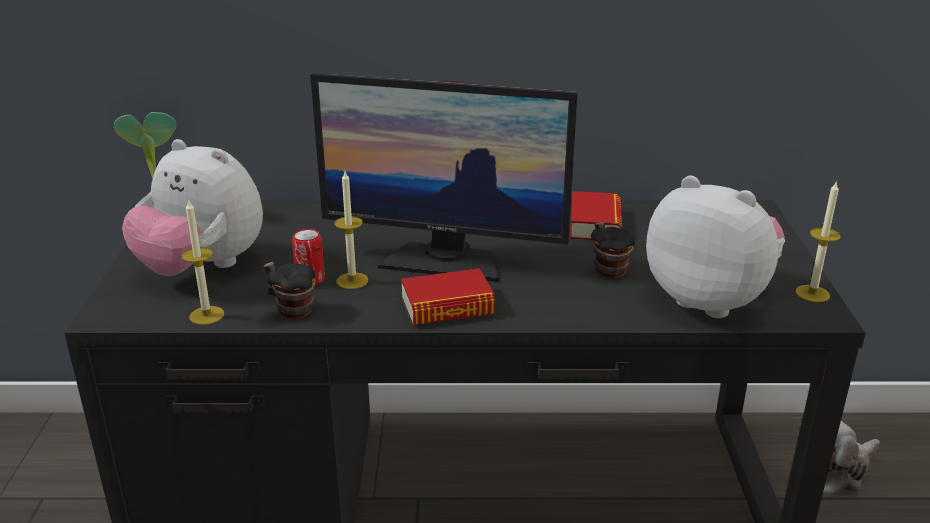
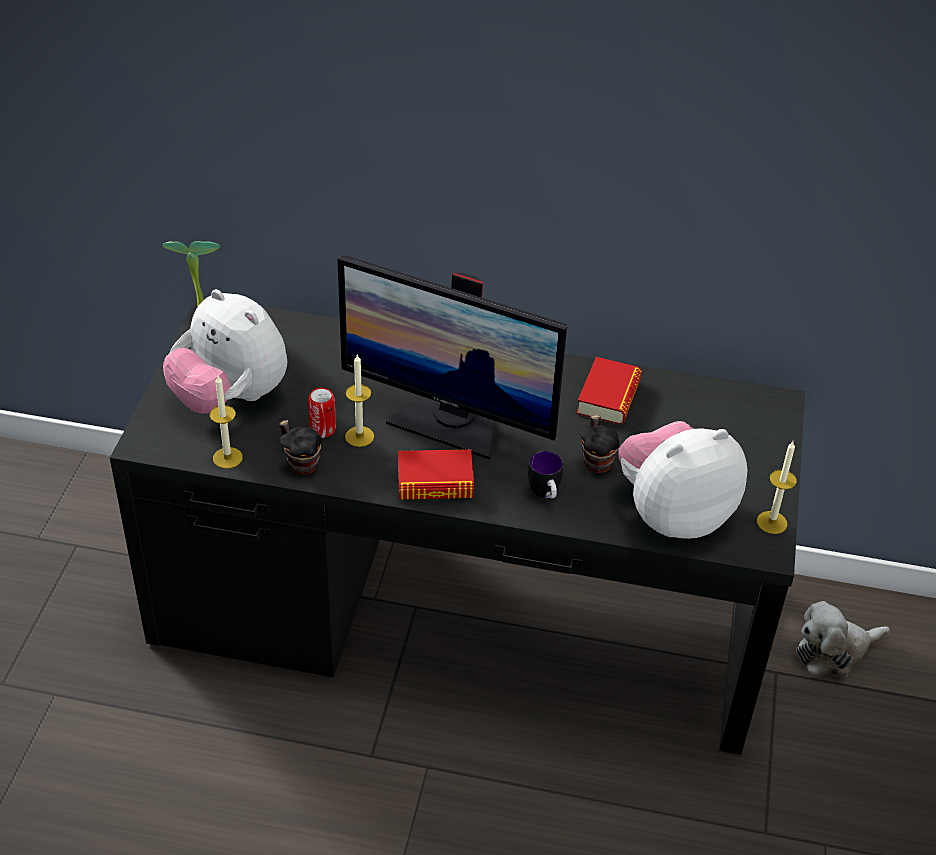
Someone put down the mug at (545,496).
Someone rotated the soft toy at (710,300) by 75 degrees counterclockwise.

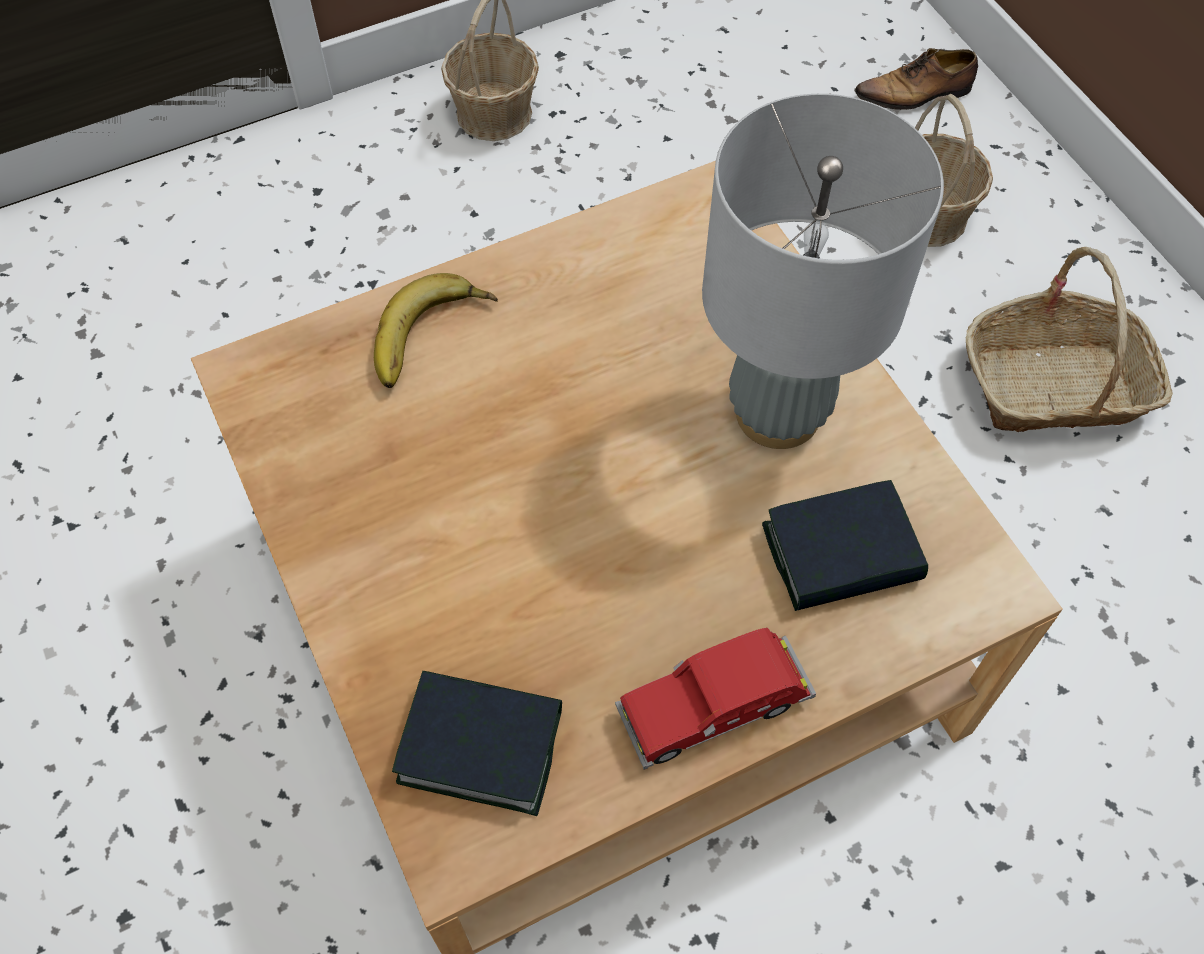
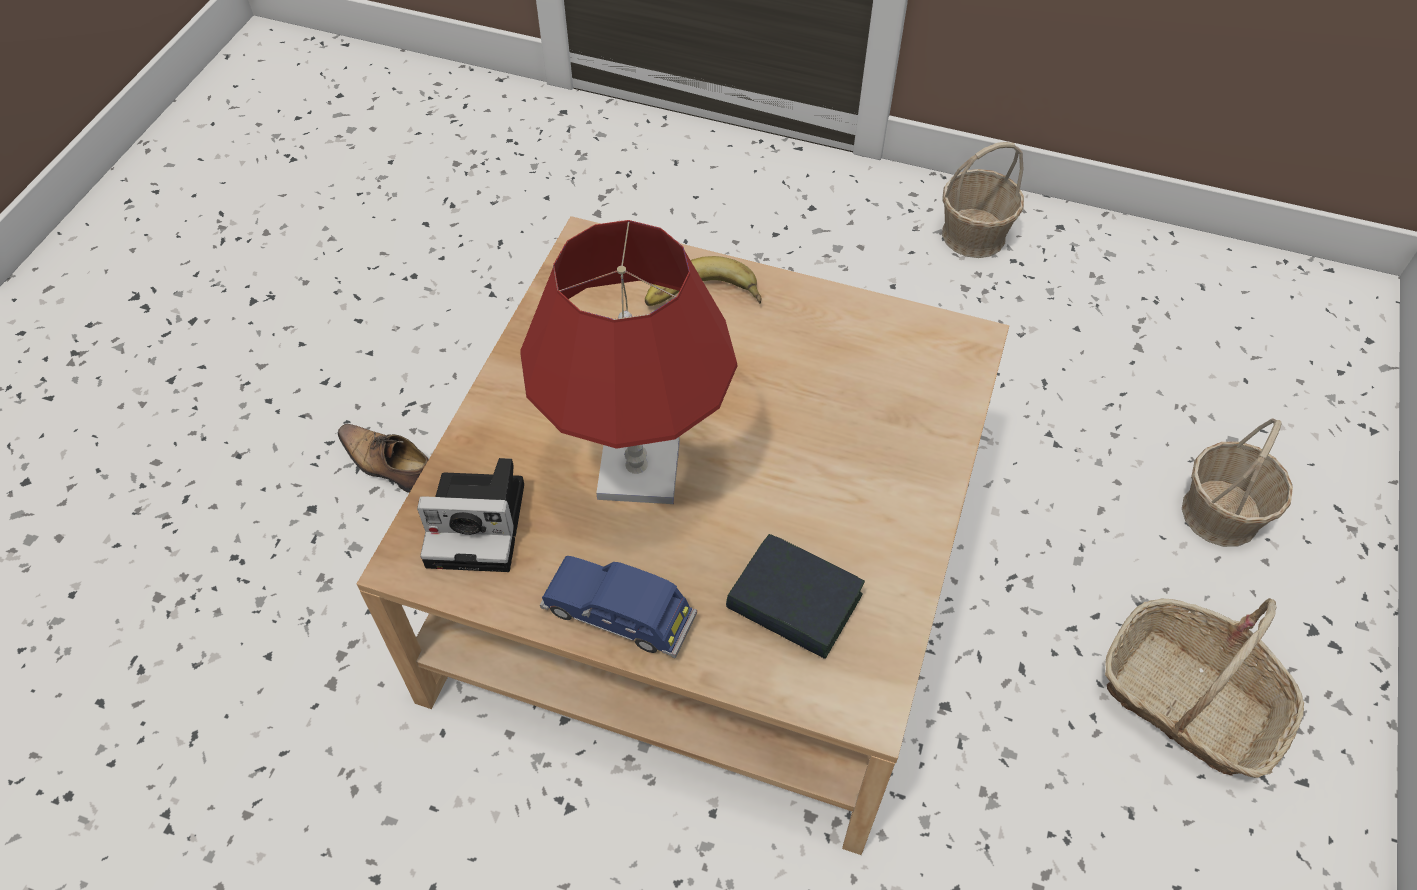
Someone carried the shoe from (916,94) to (390,466).
Someone swapped the volume at (480,745) for the still camera at (481,523).
Someone put down the lamp for a table (red) at (637,470).
Someone repainted the model car (red) at (714,707), which became the model car (bluish) at (619,616).
Someone took away the lamp for a table (gray) at (778,413).

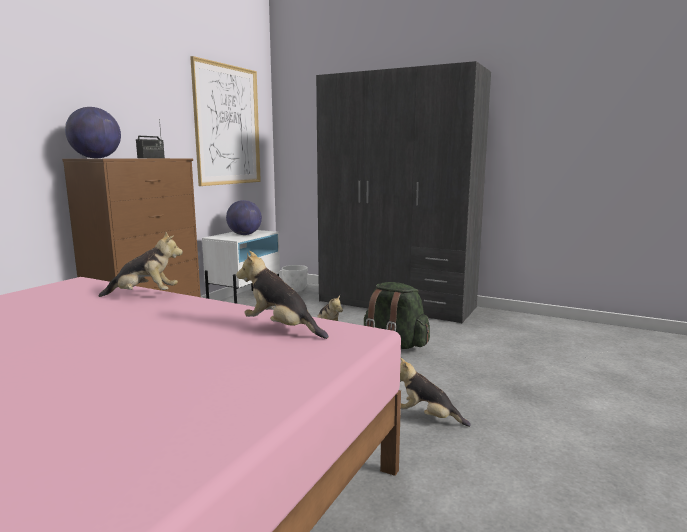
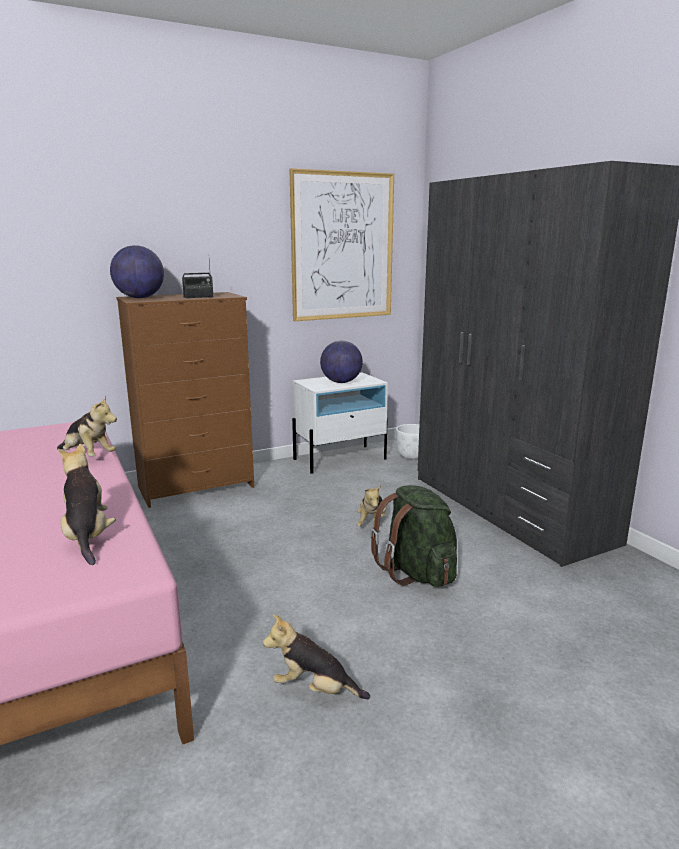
Someone rotated the soft toy at (427,417) by 45 degrees counterclockwise.

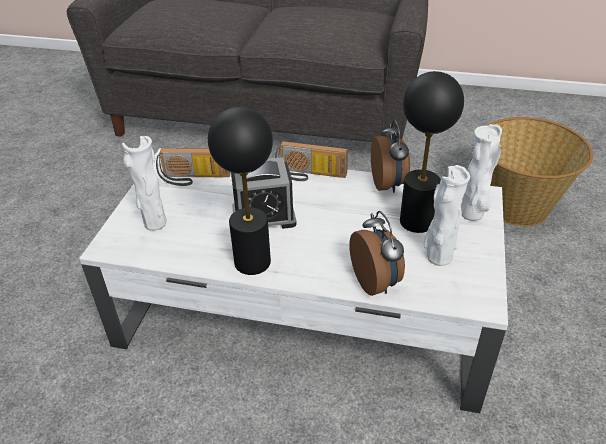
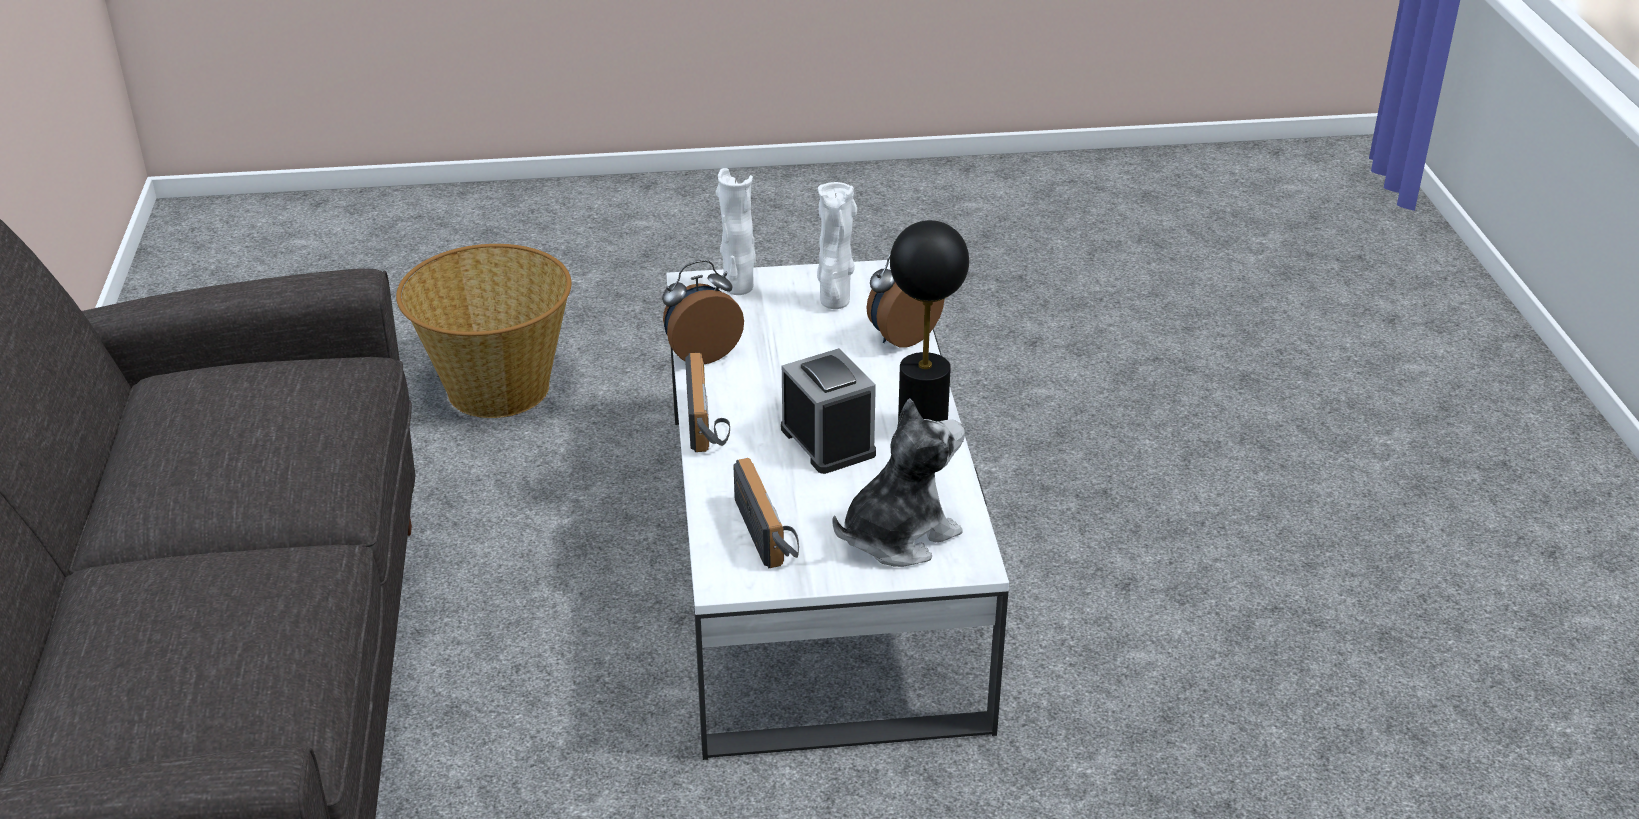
Someone swapped the vase (white-coloured) at (154,223) for the soft toy at (898,536).
Someone took away the lamp for a table (blackish) at (416,221).

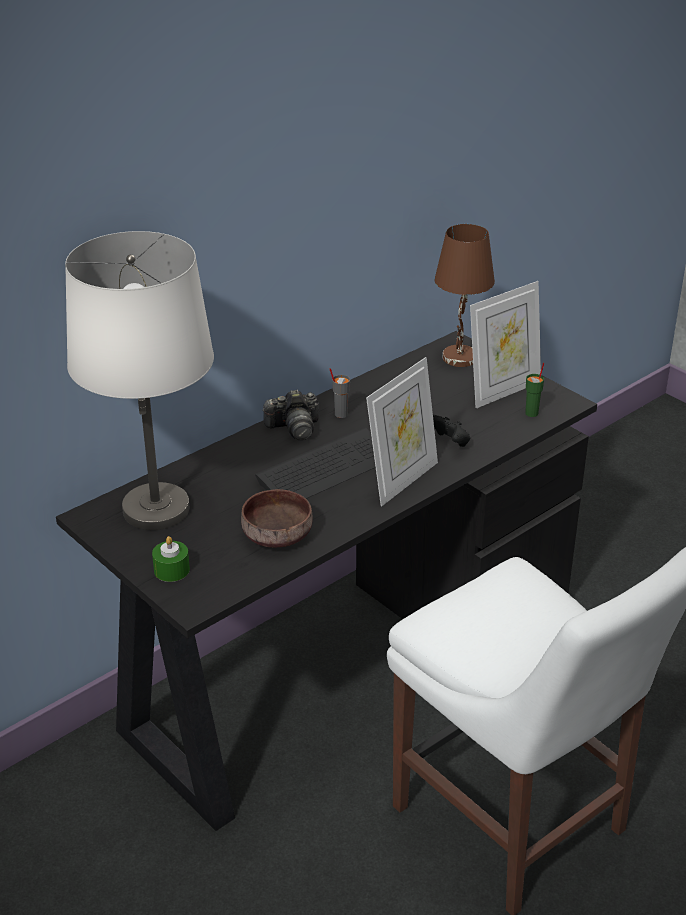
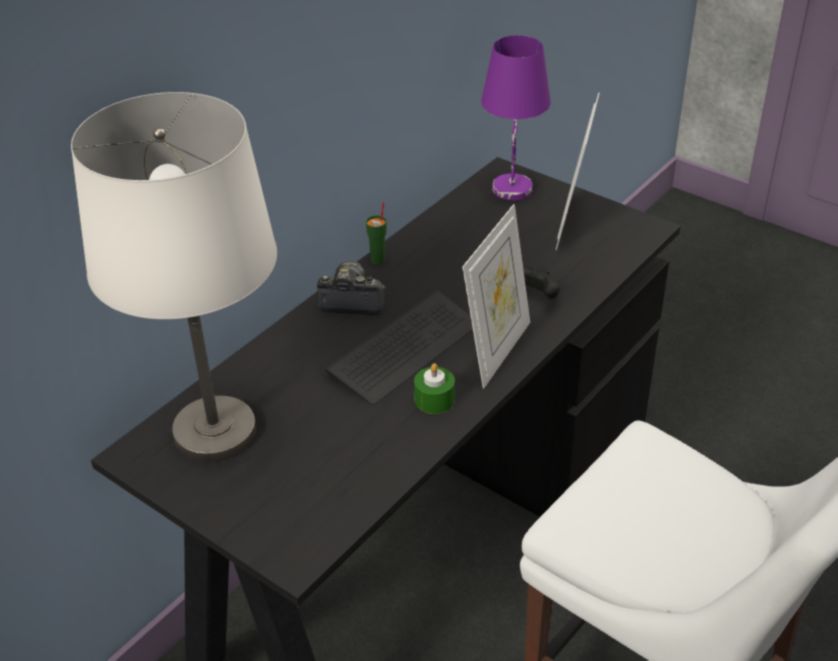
Someone rotated the still camera at (294,428) by 150 degrees counterclockwise.
Someone carried the drinking cup (green-coloured) from (532,413) to (378,260).
Someone carried the wax light (green-coloured) from (171,570) to (434,399).
Someone repainted the lamp for a table (brown-coloured) at (460,358), which became the lamp for a table (purplish) at (513,189).
Someone rotated the photo frame at (503,391) by 150 degrees clockwise.
Someone took away the serving bowl (brown-coloured) at (277,534).
Someone took away the drinking cup (gray) at (340,414).

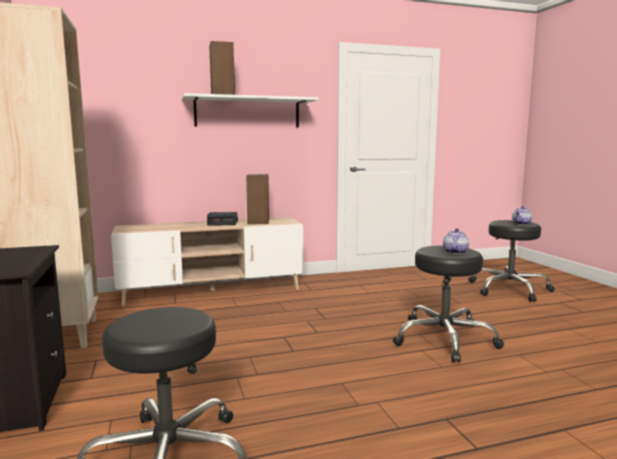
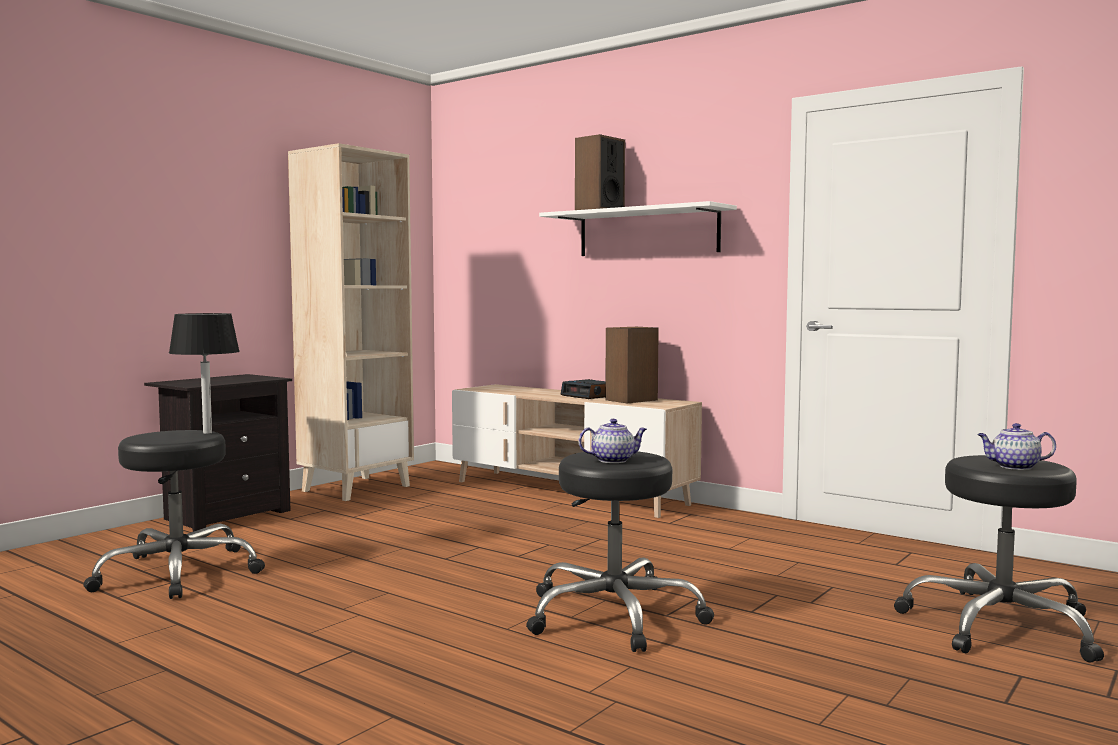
Someone put down the lamp for a table (blackish) at (207,433).

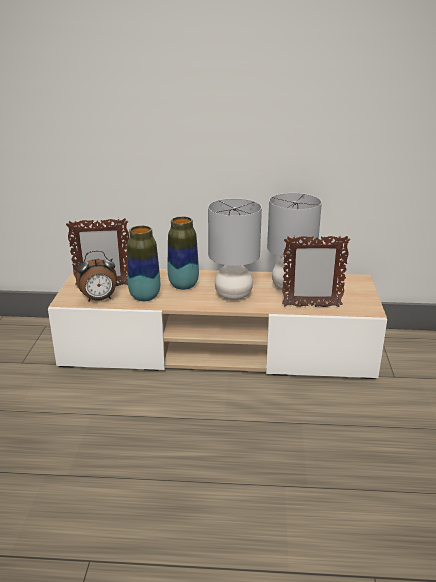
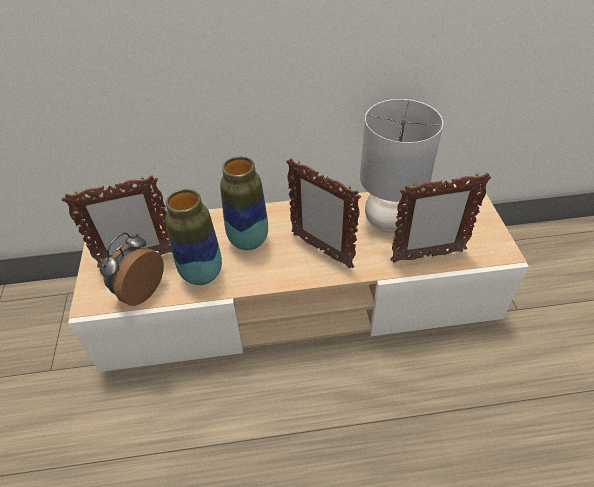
Someone rotated the alarm clock at (99,299) by 150 degrees clockwise.
Someone swapped the lamp for a table (gray) at (234,295) for the photo frame at (321,250).

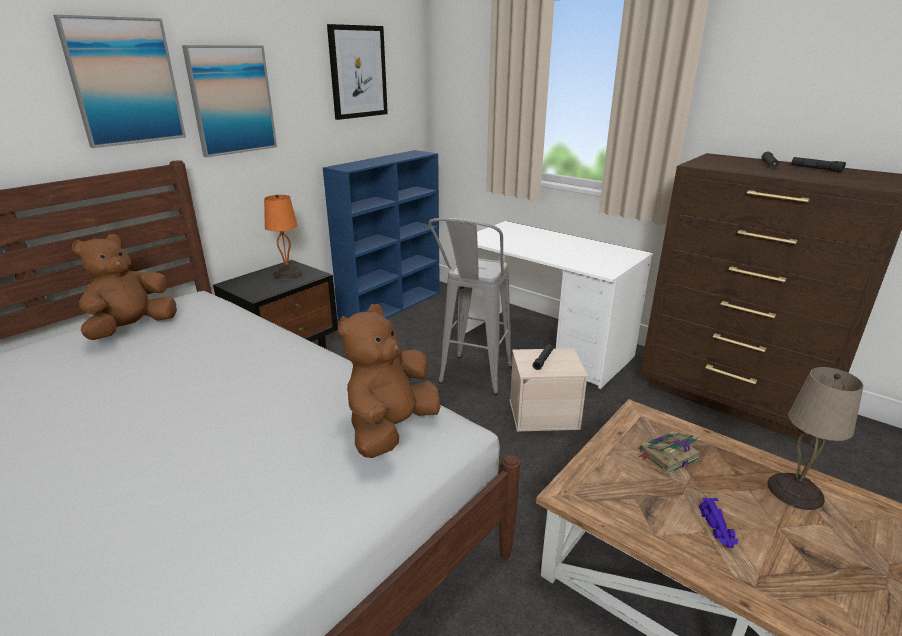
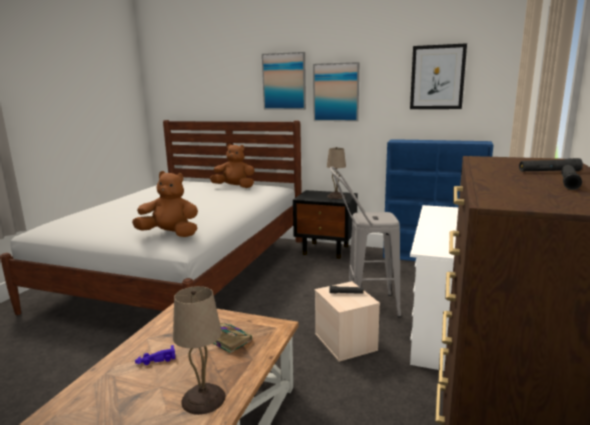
Someone repainted the lamp for a table (orange-coloured) at (287,273), which became the lamp for a table (beige-coloured) at (336,196).

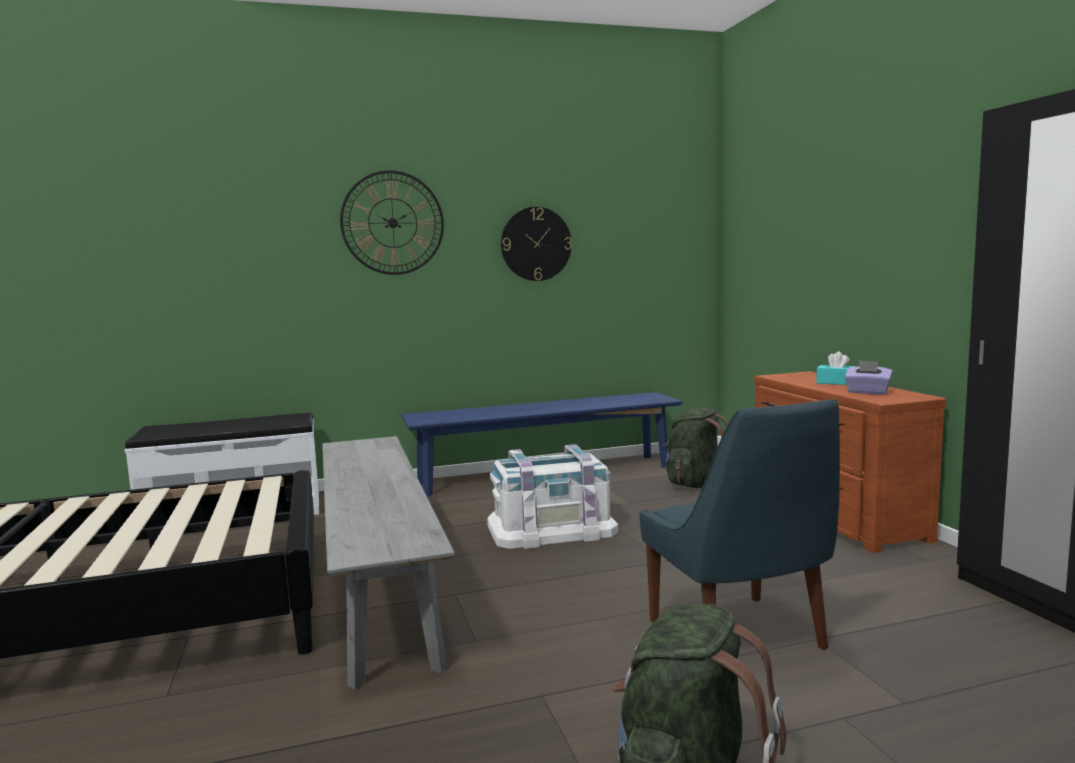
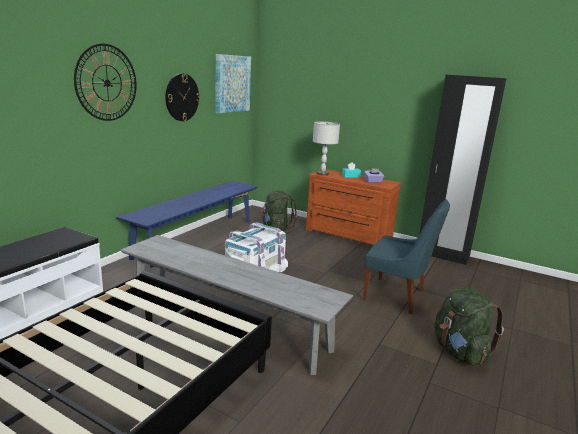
Someone put up the wall art at (232,83).
Someone put down the lamp for a table (gray) at (322,174).

